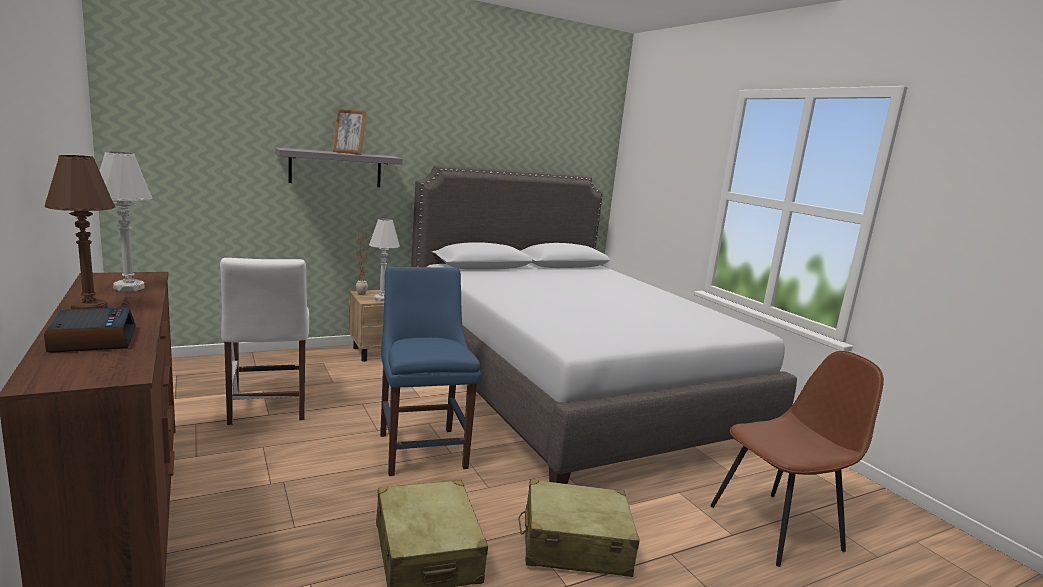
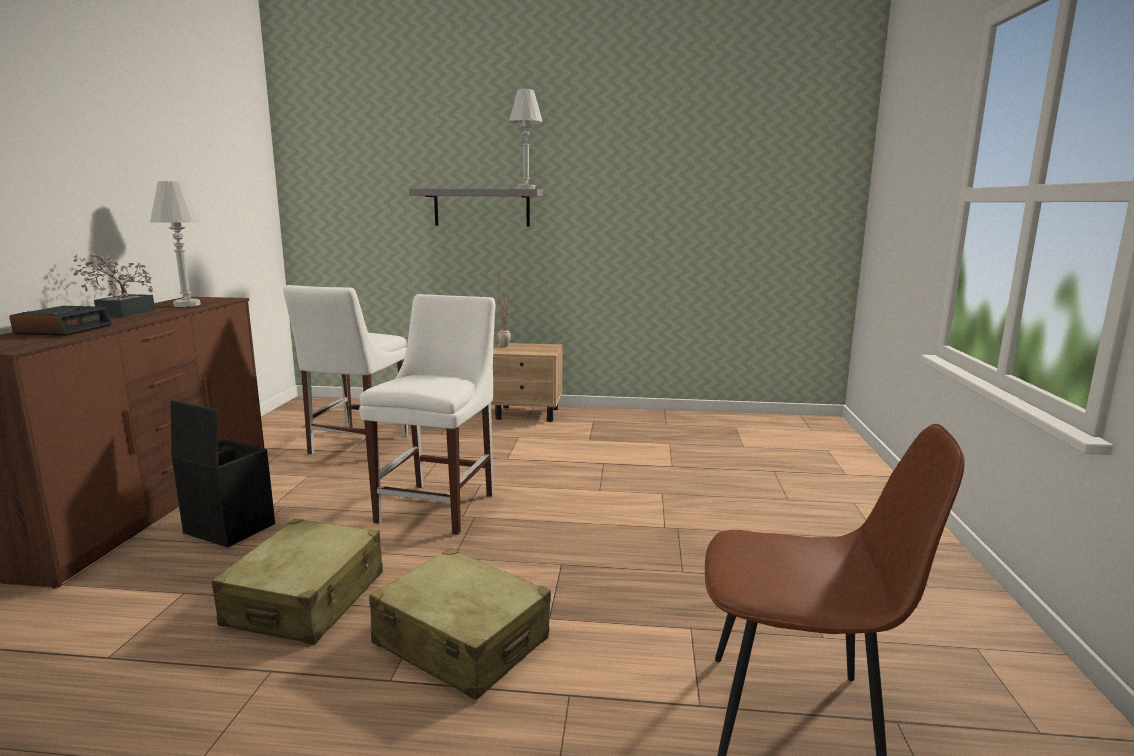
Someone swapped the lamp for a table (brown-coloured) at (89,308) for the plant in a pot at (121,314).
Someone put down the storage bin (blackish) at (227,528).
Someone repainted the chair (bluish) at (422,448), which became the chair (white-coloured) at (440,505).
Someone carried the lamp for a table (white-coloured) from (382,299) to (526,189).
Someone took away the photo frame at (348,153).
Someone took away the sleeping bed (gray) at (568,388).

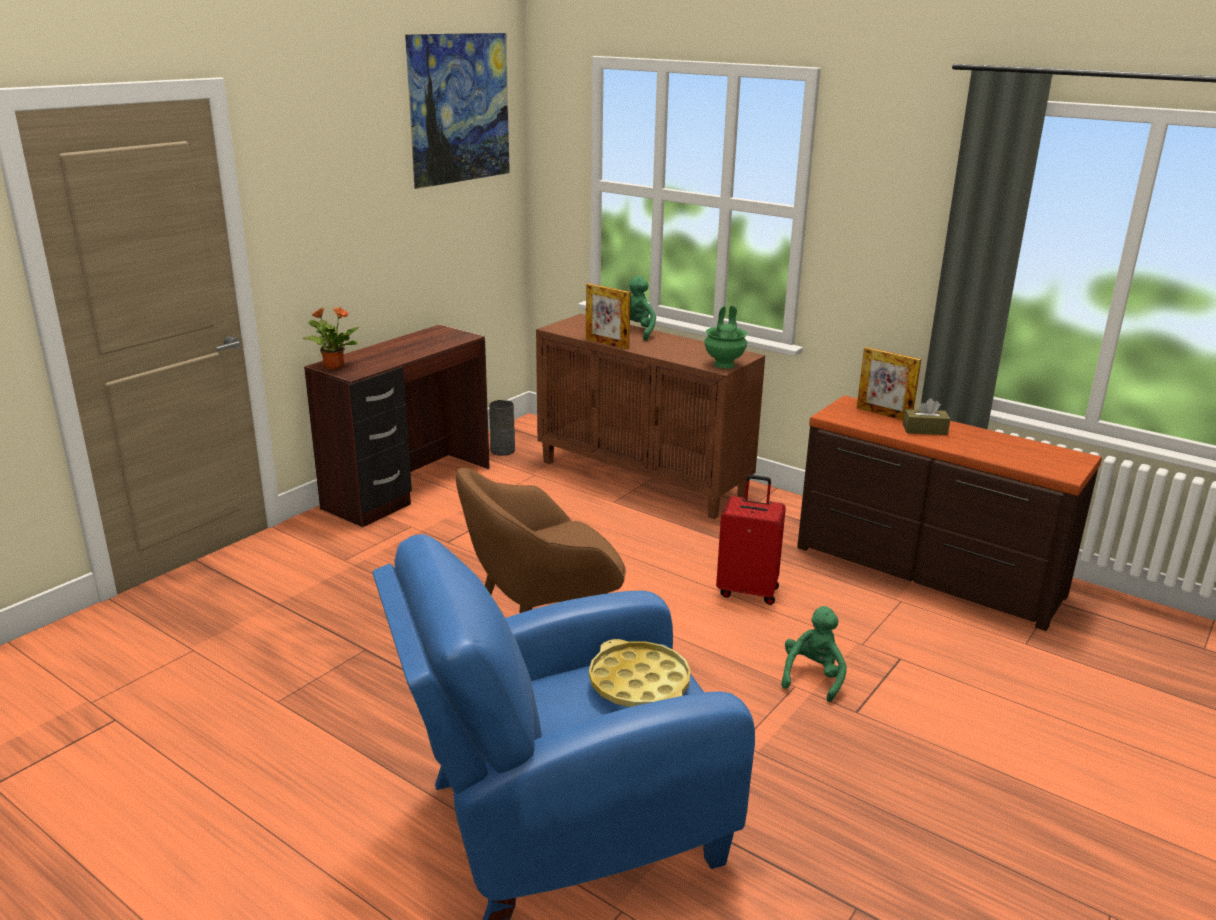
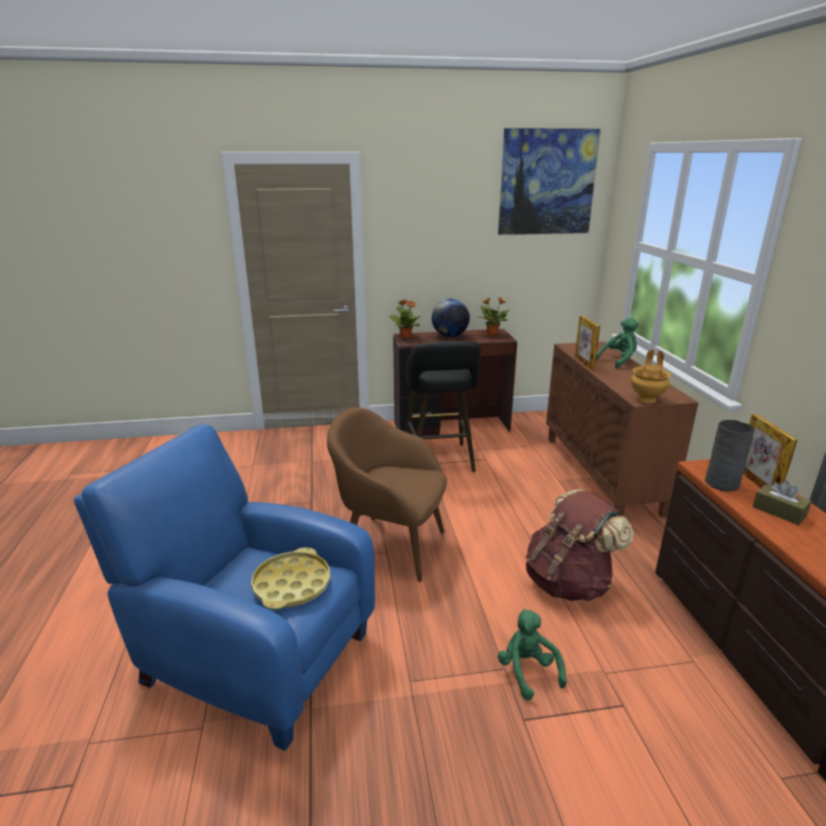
Someone put down the stool (blackish) at (439,462).
Someone put down the globe at (450,336).
Someone put down the plant in a pot at (491,334).
Someone rotated the soft toy (green-coloured) at (813,677) by 90 degrees counterclockwise.
Someone swapped the piece of luggage (red) at (748,591) for the knapsack (brown-coloured) at (569,582).
Someone repainted the vase (green-coloured) at (724,365), which became the vase (brown-coloured) at (647,399).
Someone carried the vase (gray) from (503,451) to (723,484).

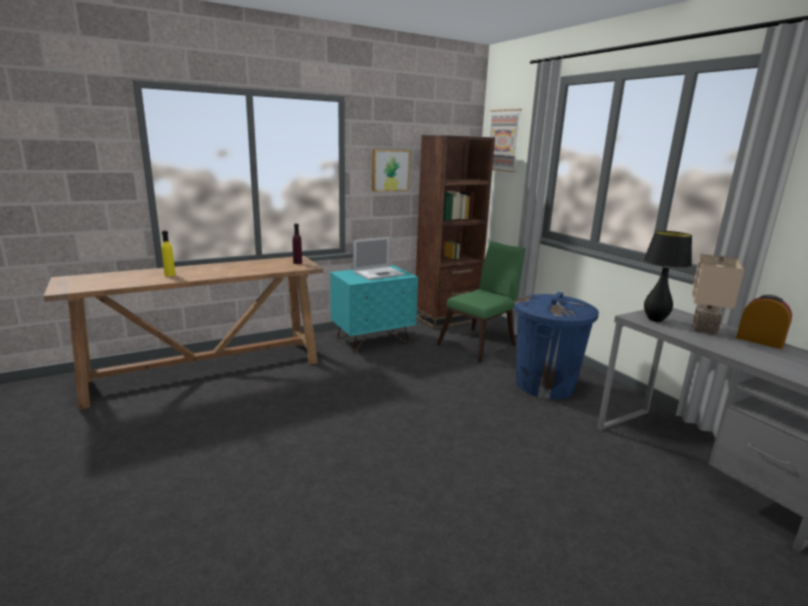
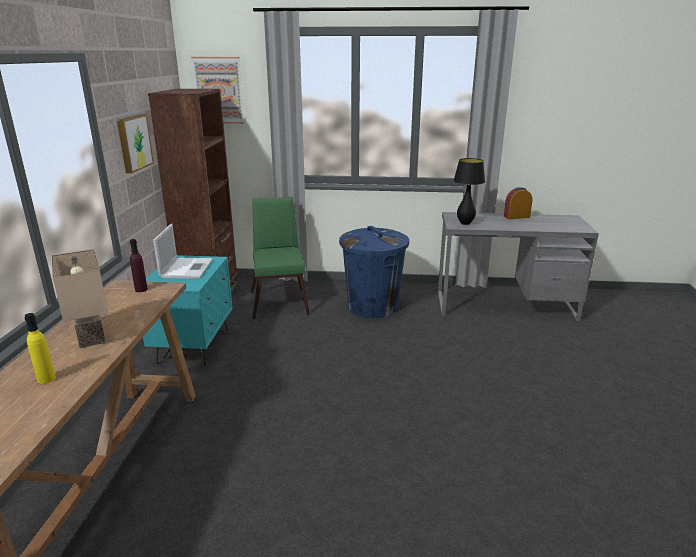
Someone carried the lamp for a table (beige-coloured) from (702,328) to (89,337).

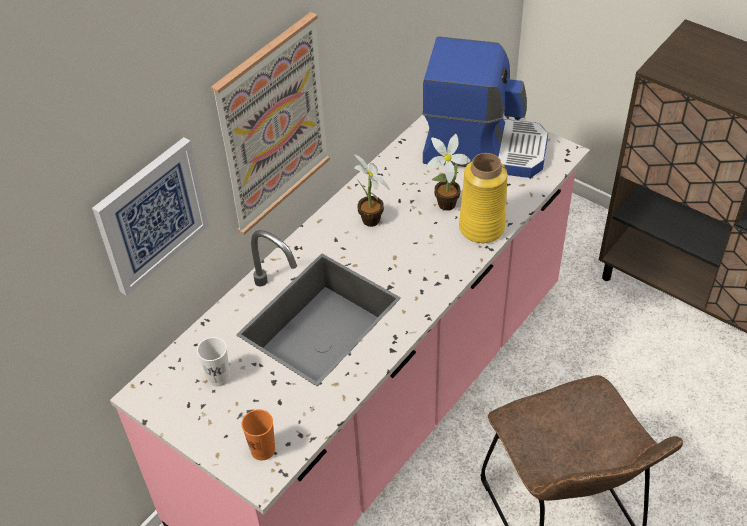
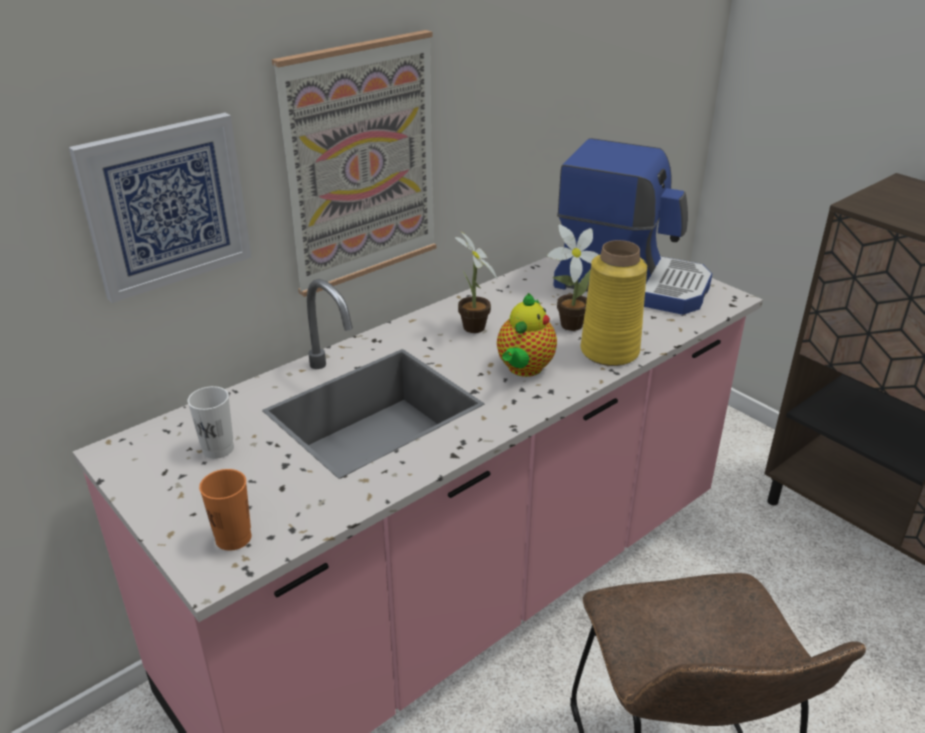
Someone put down the pot for tea at (524,369).

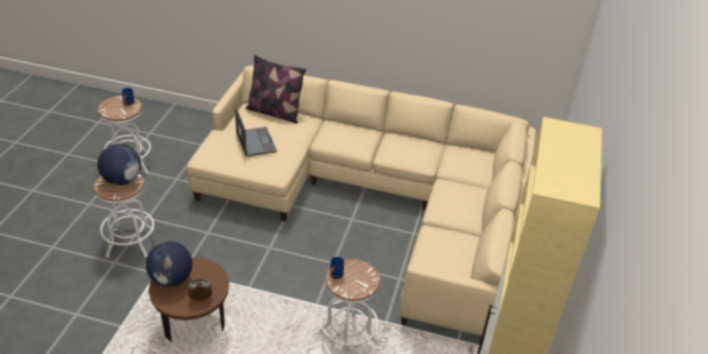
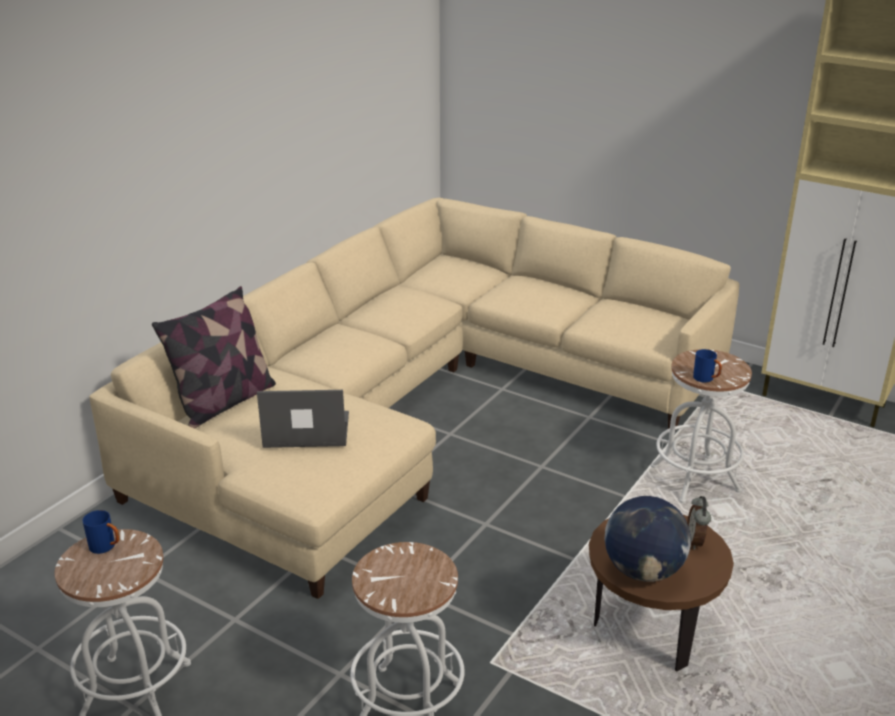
Someone took away the globe at (122,180).

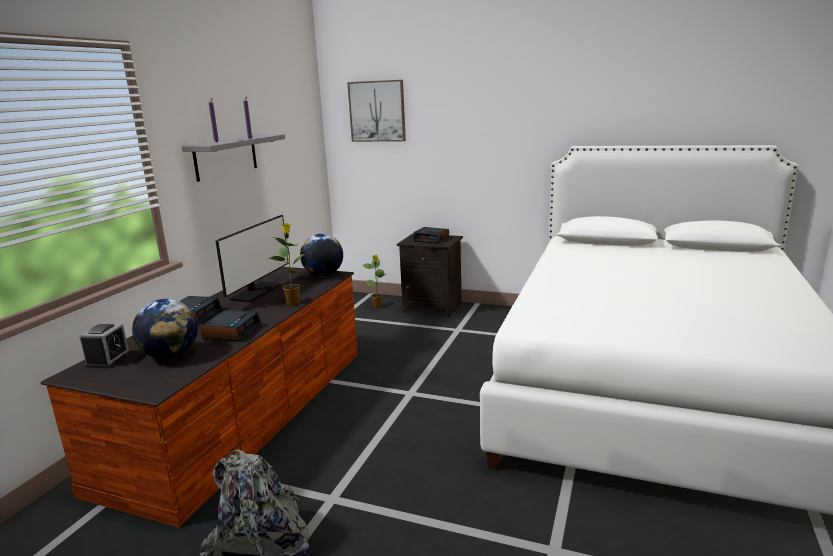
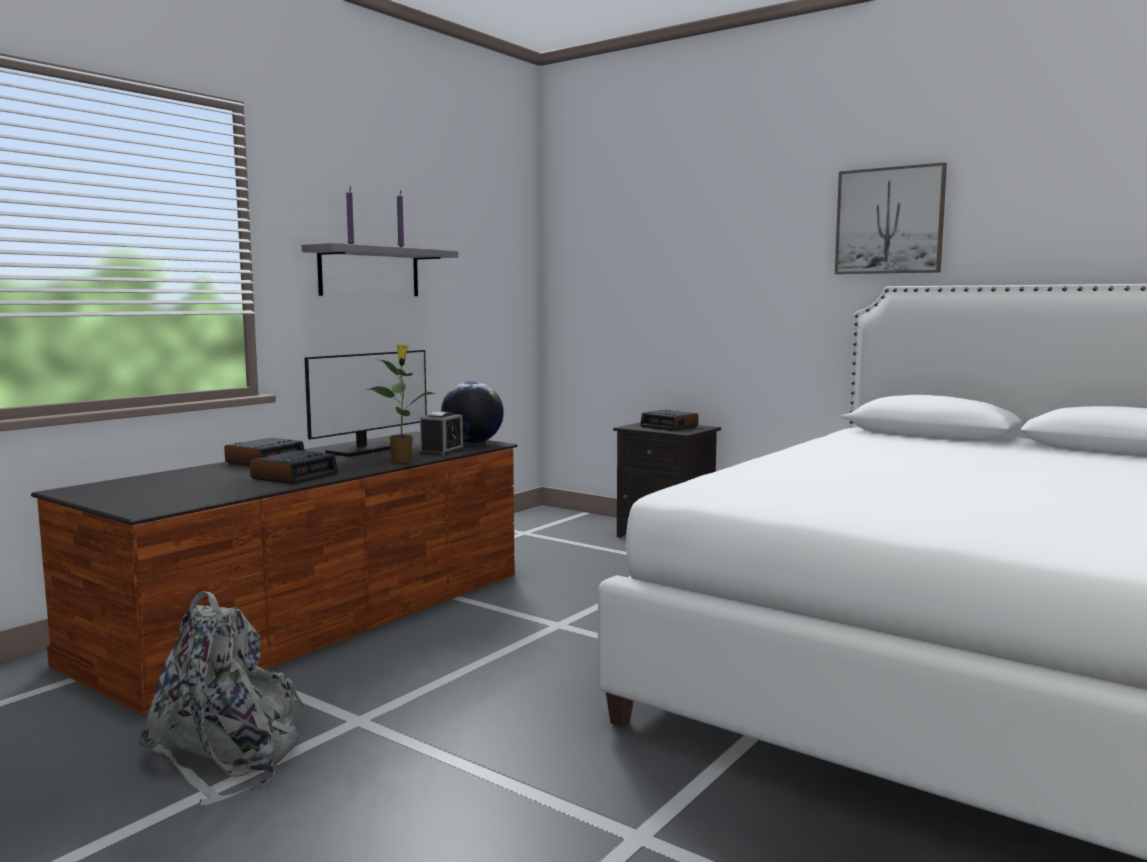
Someone carried the alarm clock from (108,359) to (442,451).
Someone carried the wall art from (377,111) to (889,221).
Someone took away the globe at (171,356).
Someone took away the plant in a pot at (377,306).

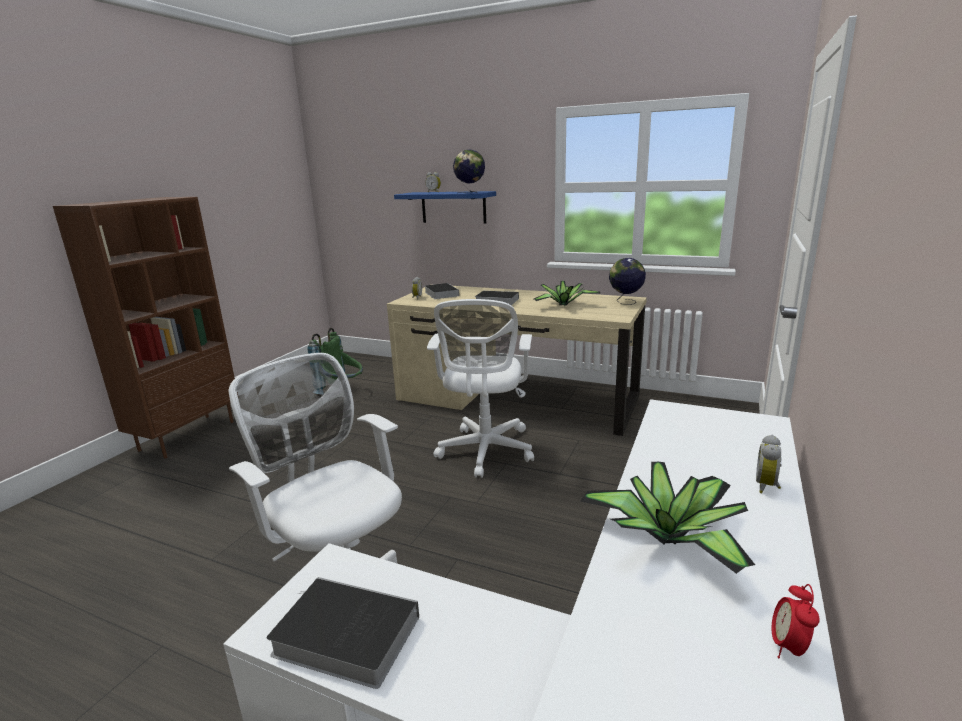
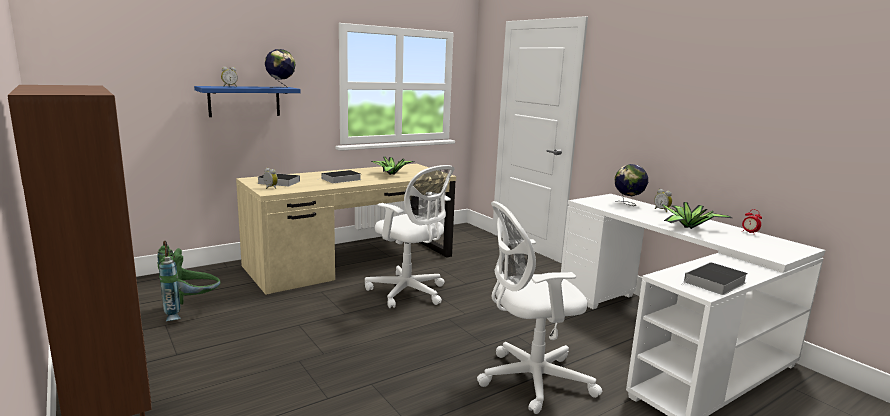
Someone carried the globe from (625,302) to (628,204).

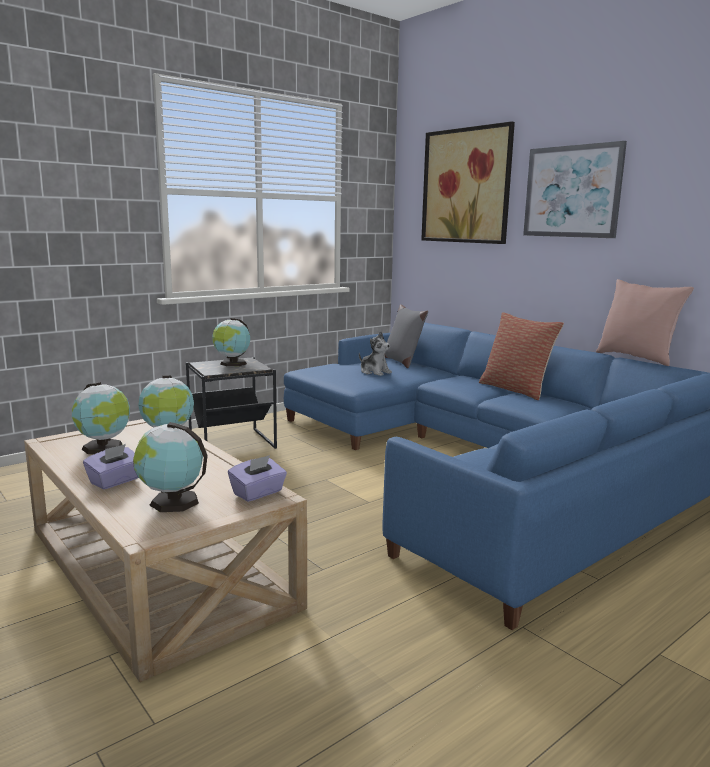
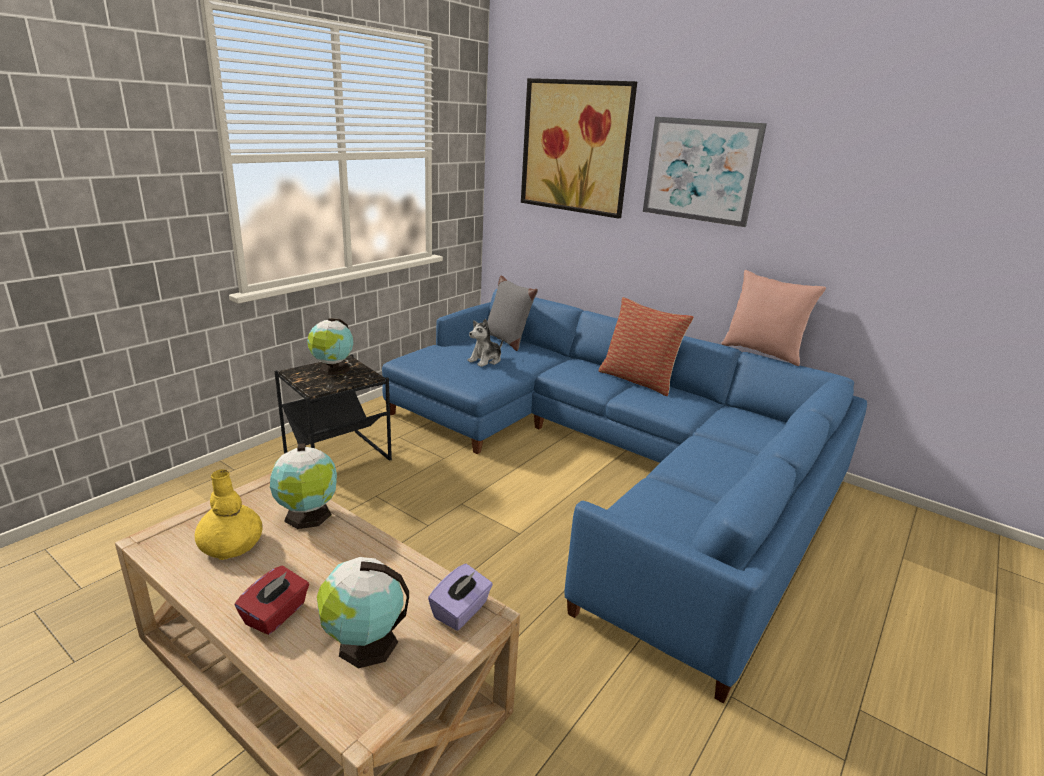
Someone swapped the globe at (104,448) for the vase (yellowish) at (232,544).
Someone repainted the tissue box (purplish) at (115,481), which became the tissue box (red) at (276,614).
Someone rotated the soft toy at (374,372) by 105 degrees clockwise.

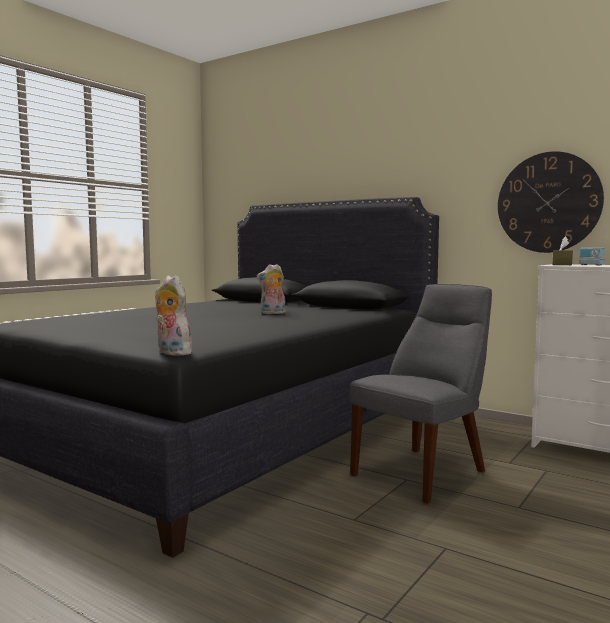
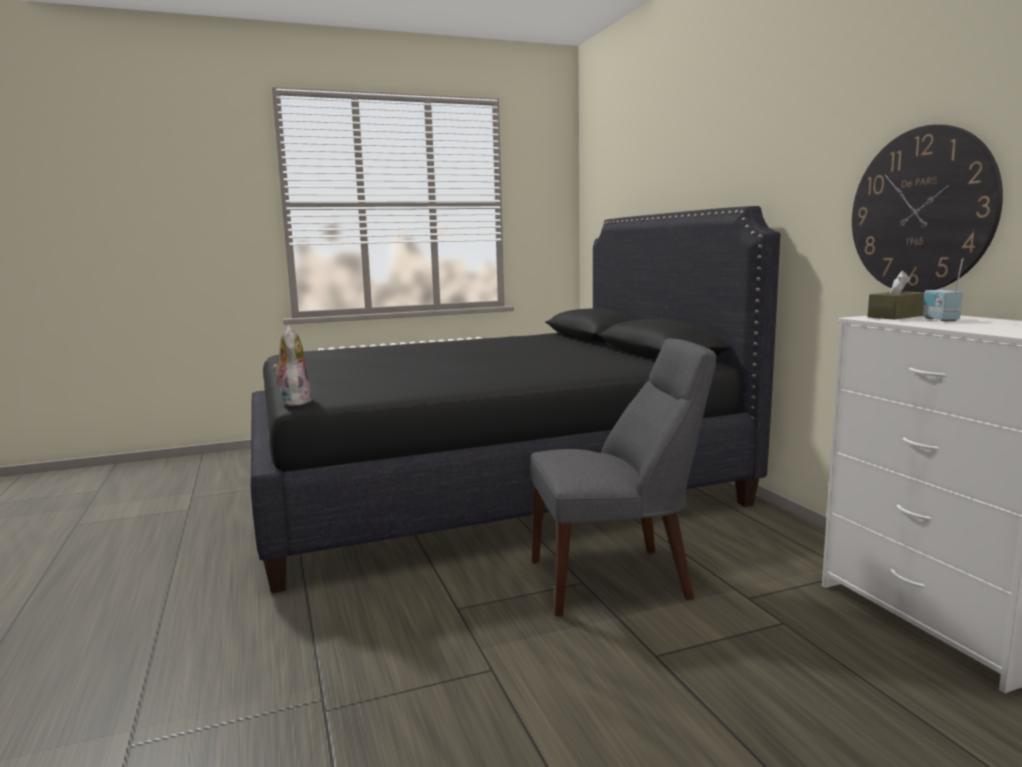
Someone took away the soft toy at (272,313).

